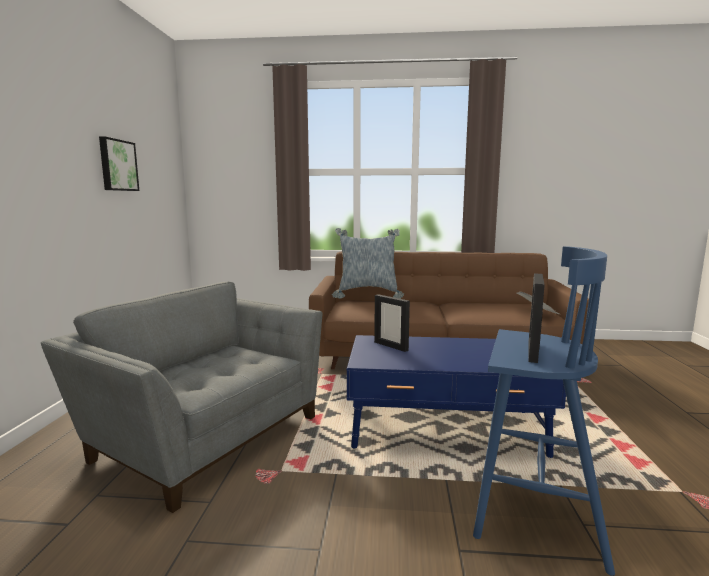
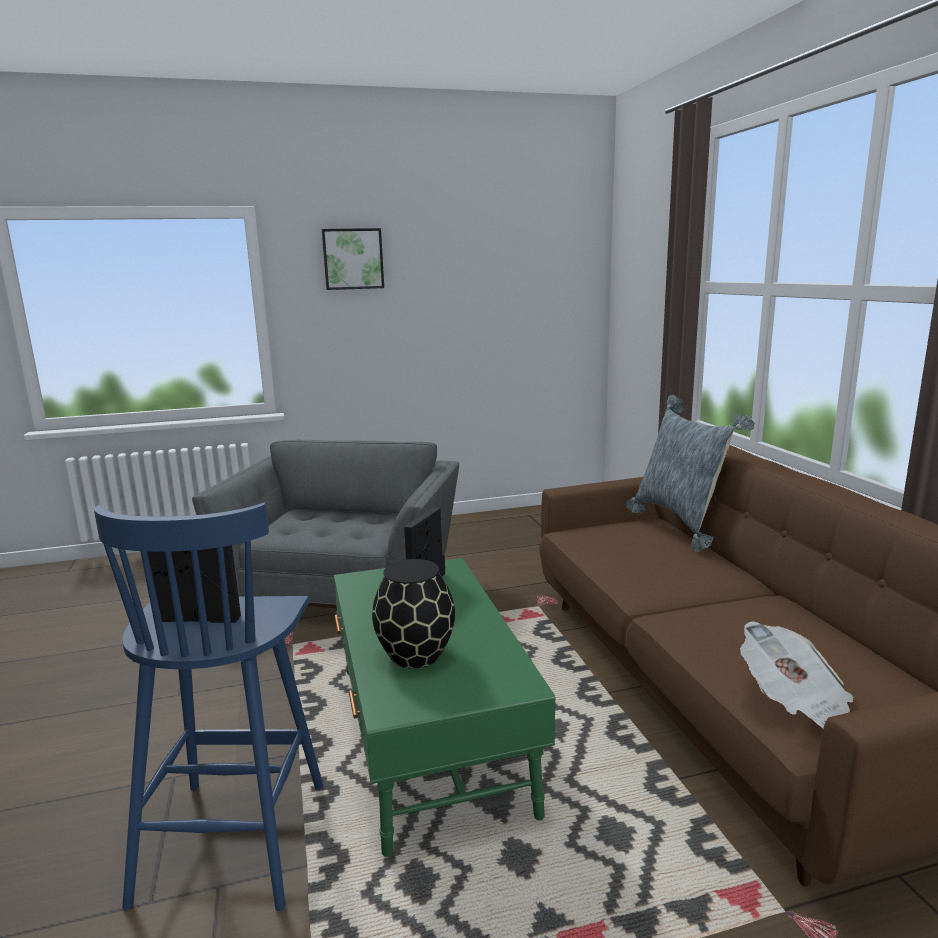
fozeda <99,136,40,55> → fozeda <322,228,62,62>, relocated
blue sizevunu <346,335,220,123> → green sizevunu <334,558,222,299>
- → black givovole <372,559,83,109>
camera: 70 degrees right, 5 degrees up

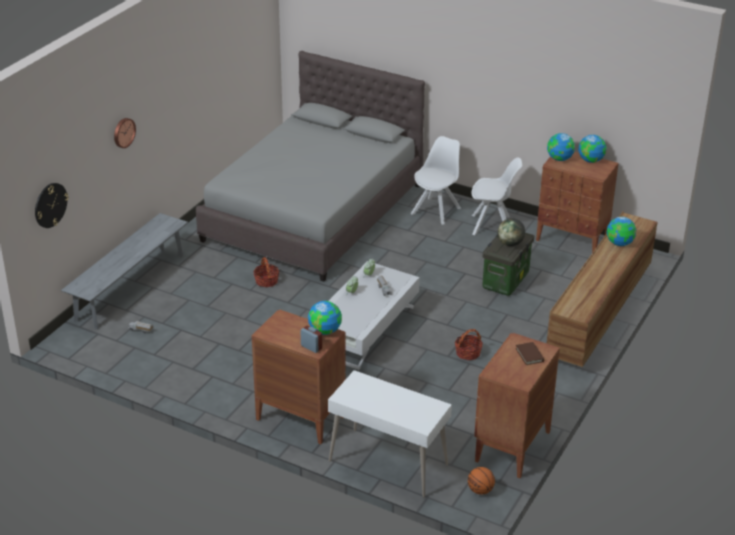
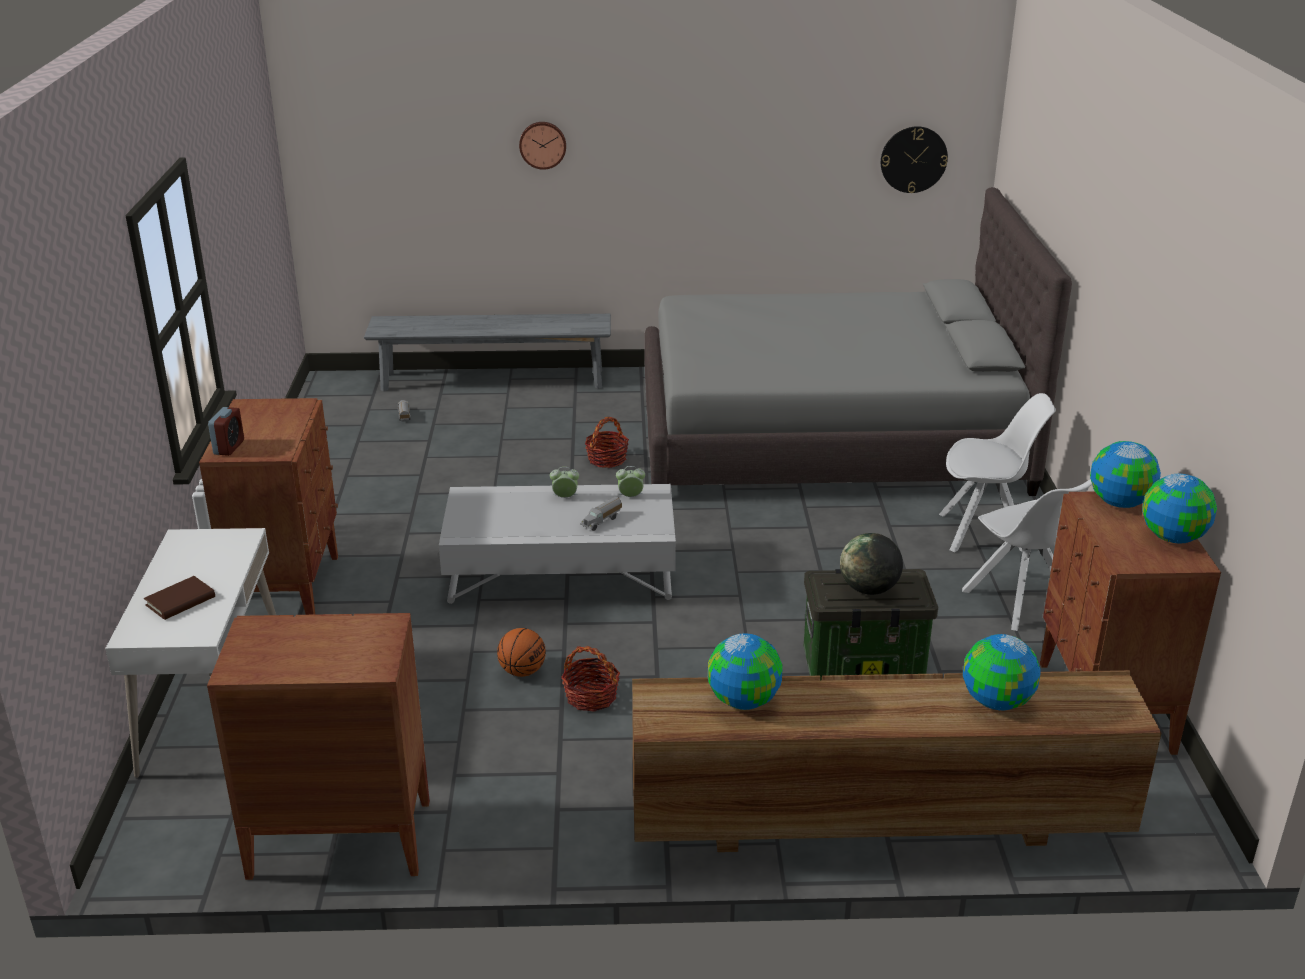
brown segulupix <515,342,29,23> → brown segulupix <144,576,71,44>, relocated
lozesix <468,467,27,28> → lozesix <497,628,49,49>, relocated
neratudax <308,301,34,34> → neratudax <708,633,74,77>, relocated
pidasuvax <35,183,33,45> → pidasuvax <881,126,67,67>, relocated
camera: 60 degrees right, 5 degrees down

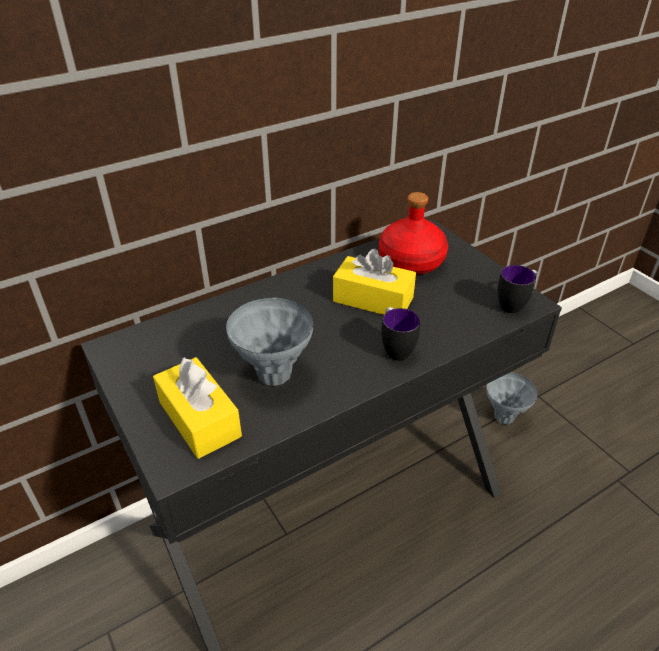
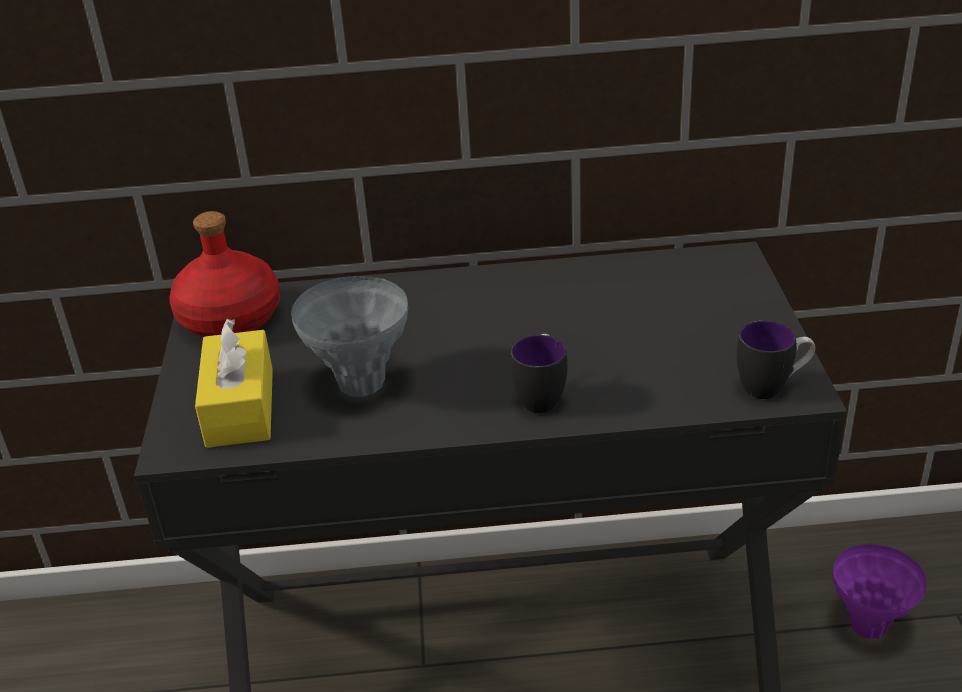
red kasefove <379,192,69,83> → red kasefove <169,211,111,126>, relocated
grey givovole <486,372,52,52> → purple givovole <833,544,94,95>
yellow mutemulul <333,249,83,66> → -
camera: 30 degrees right, 5 degrees down

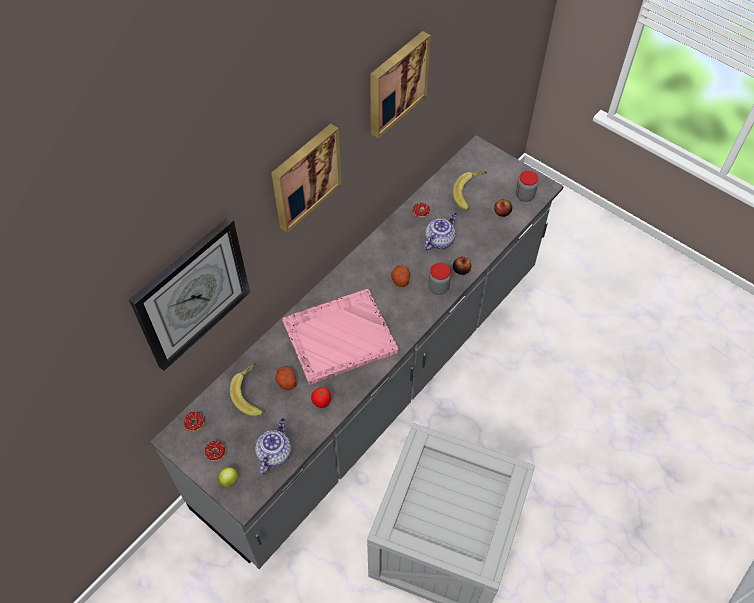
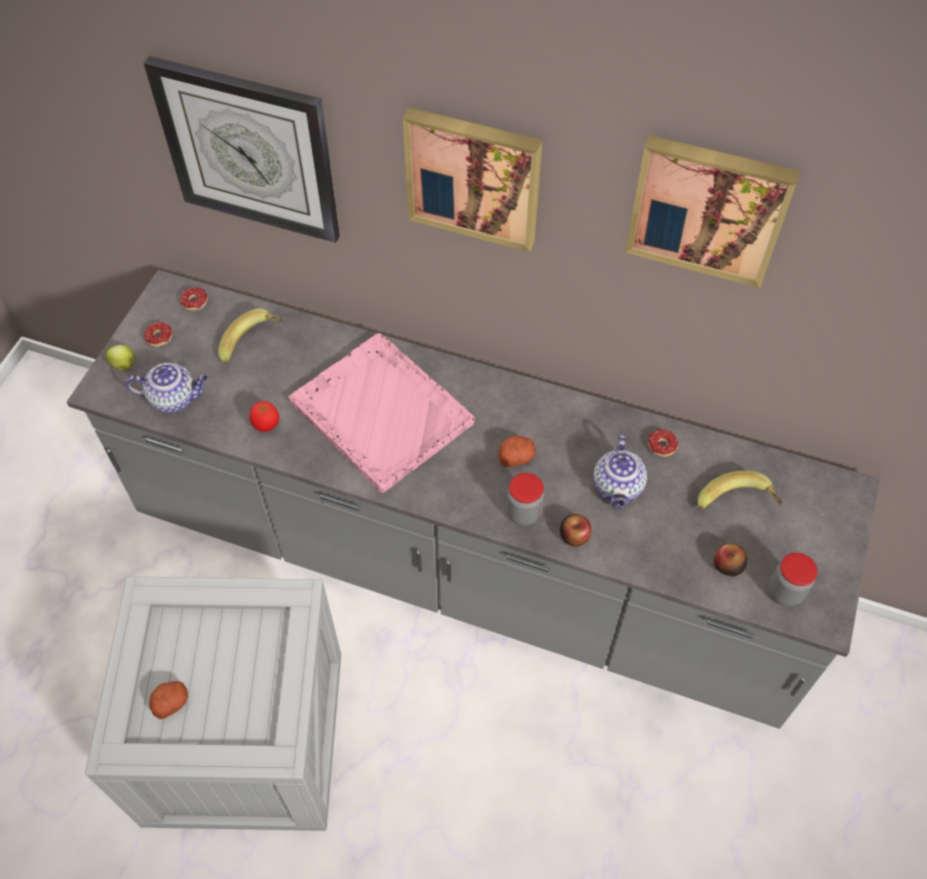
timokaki <275,366,21,24> → timokaki <149,681,39,38>, relocated
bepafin <424,212,33,38> → bepafin <593,434,54,75>, 75 degrees clockwise
camera: 70 degrees right, 0 degrees up

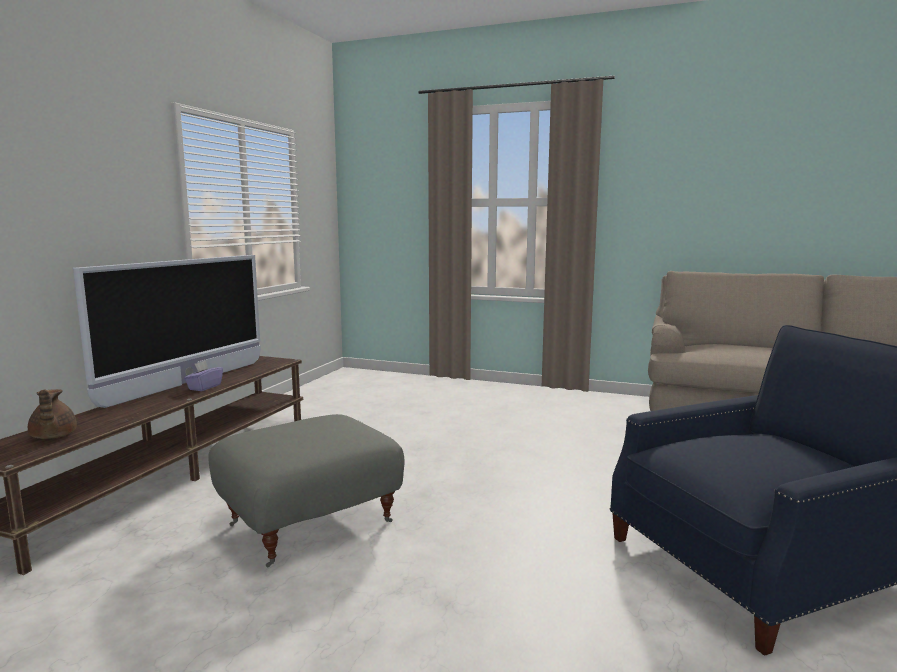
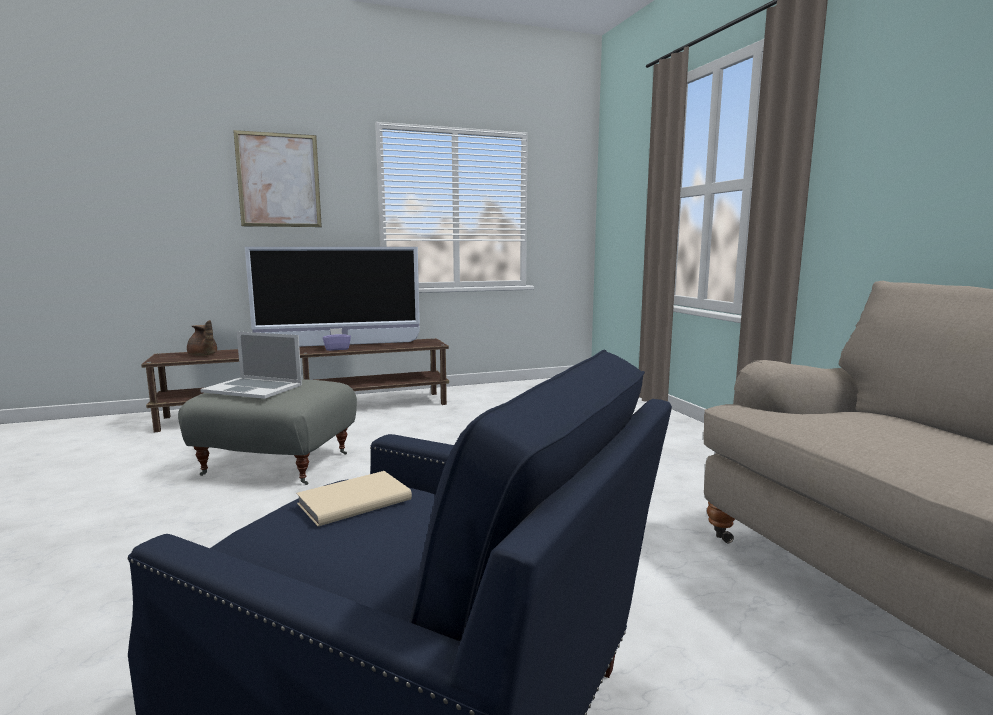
brown bepafin <28,389,49,50> → brown bepafin <187,320,30,36>, 75 degrees counterclockwise
- → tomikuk <200,332,102,67>
- → fozeda <233,130,89,97>
- → beige segulupix <296,471,116,55>
camera: 50 degrees right, 0 degrees up

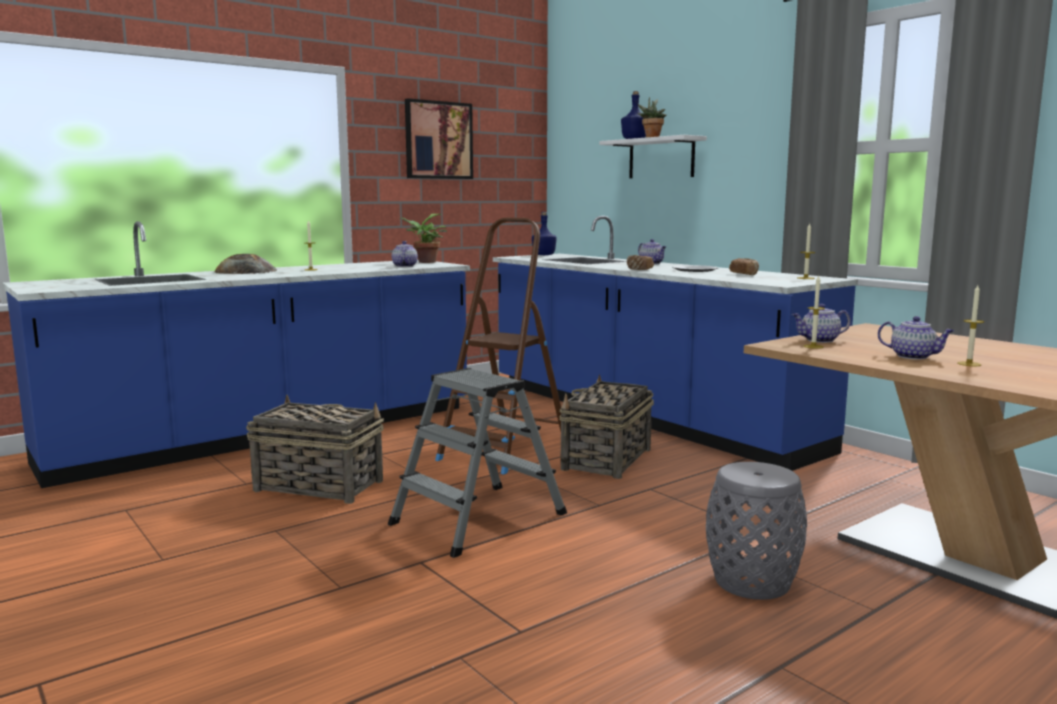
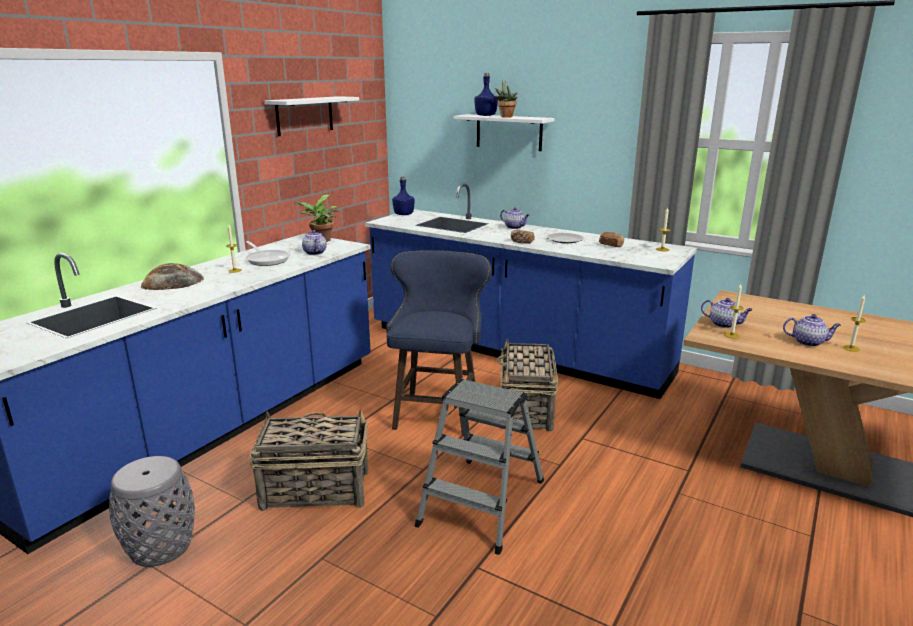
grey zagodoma <706,462,101,138> → grey zagodoma <109,456,86,111>, relocated
- → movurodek <246,241,44,25>
fozeda <405,98,68,81> → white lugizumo <265,96,94,40>
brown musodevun <435,218,126,256> → blue zagodoma <386,251,106,185>
bepafin <792,304,59,39> → bepafin <701,298,52,30>, 120 degrees counterclockwise
camera: 20 degrees left, 10 degrees up

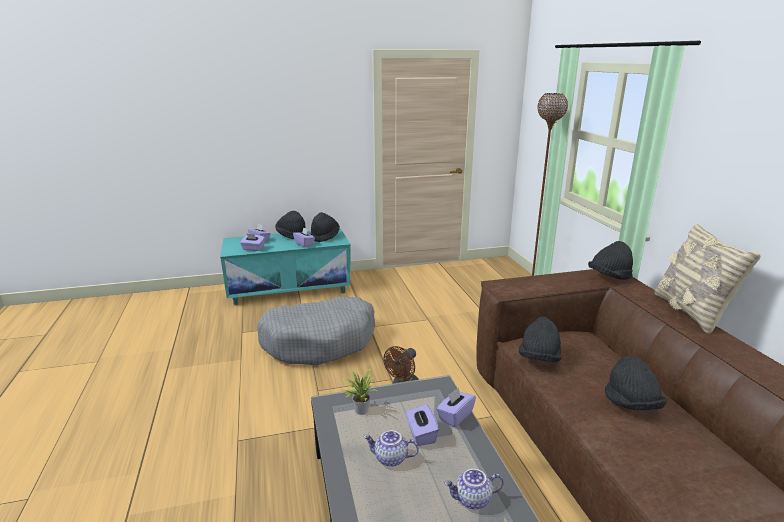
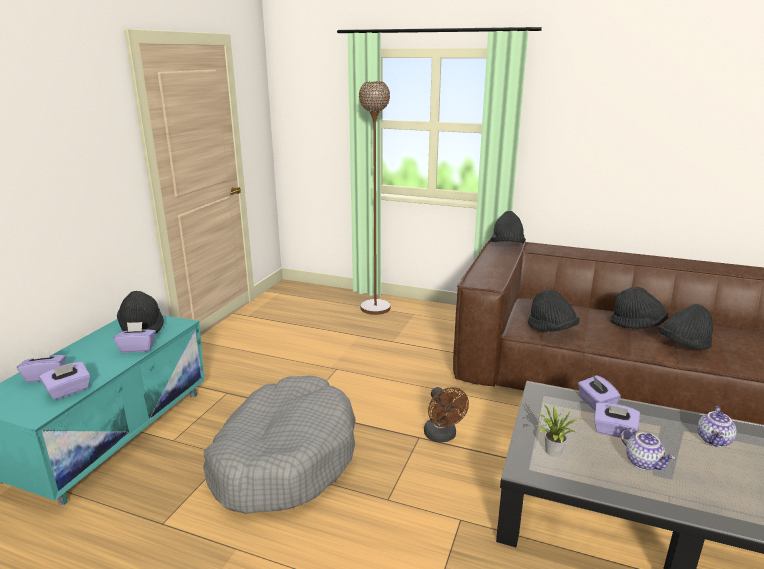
bepafin <364,431,55,36> → bepafin <620,427,55,43>, 75 degrees counterclockwise
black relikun <275,211,30,28> → black relikun <659,304,54,46>, relocated
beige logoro <654,224,107,110> → -
camera: 55 degrees left, 0 degrees up

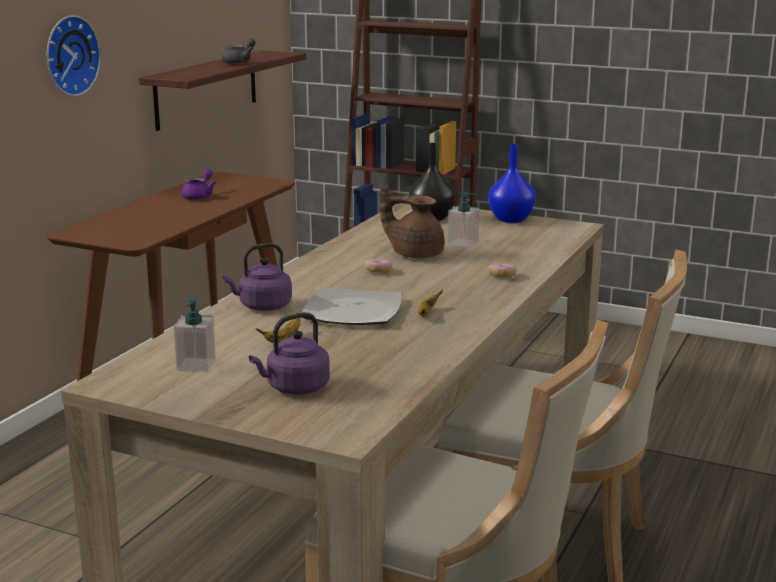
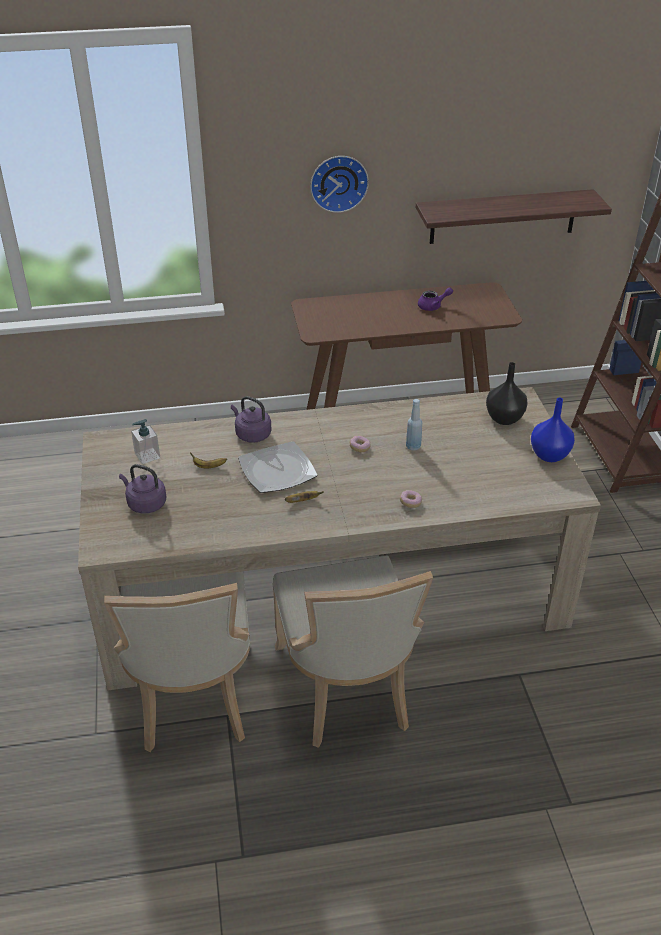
brown bepafin <380,183,65,75> → blue kasefove <406,399,16,51>
grey bepafin <222,38,34,26> → -
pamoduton <448,192,32,56> → -
camera: 55 degrees right, 20 degrees up

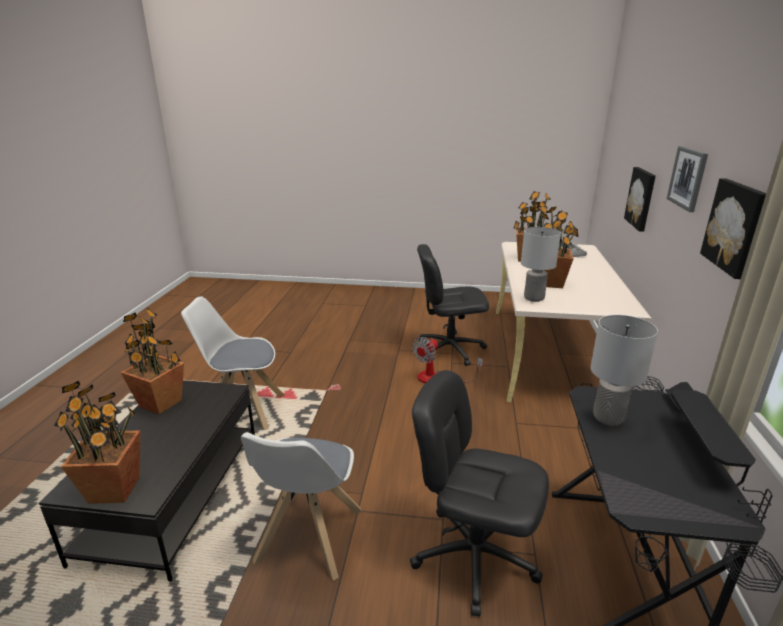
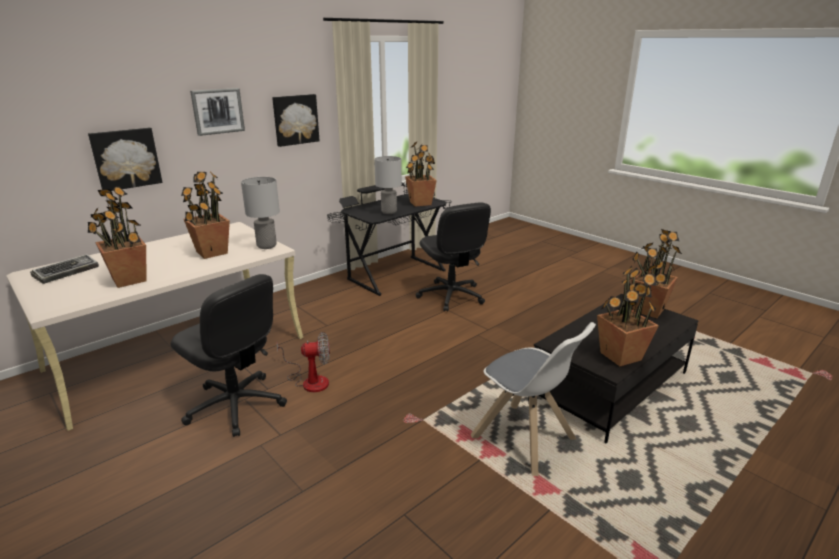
- → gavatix <405,142,32,65>
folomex <240,432,122,149> → -
camera: 140 degrees left, 0 degrees up

